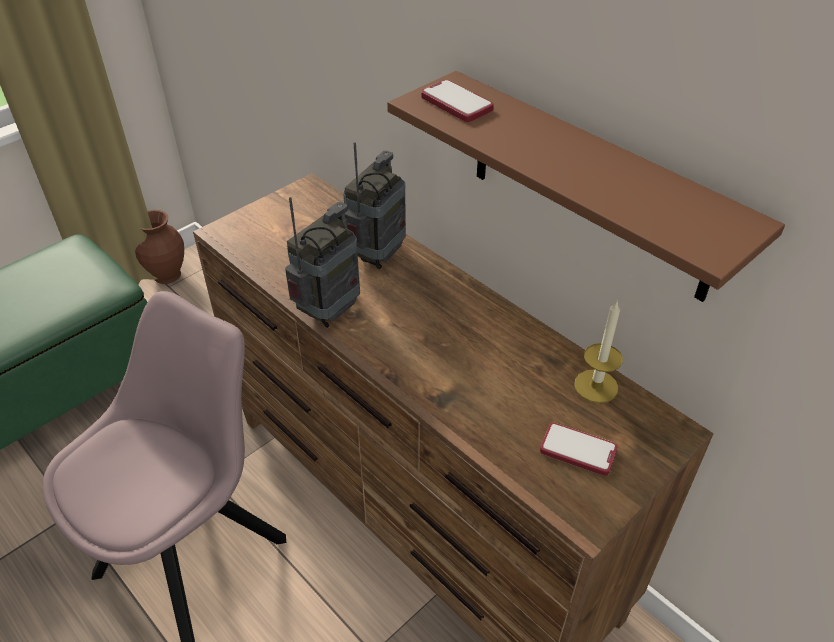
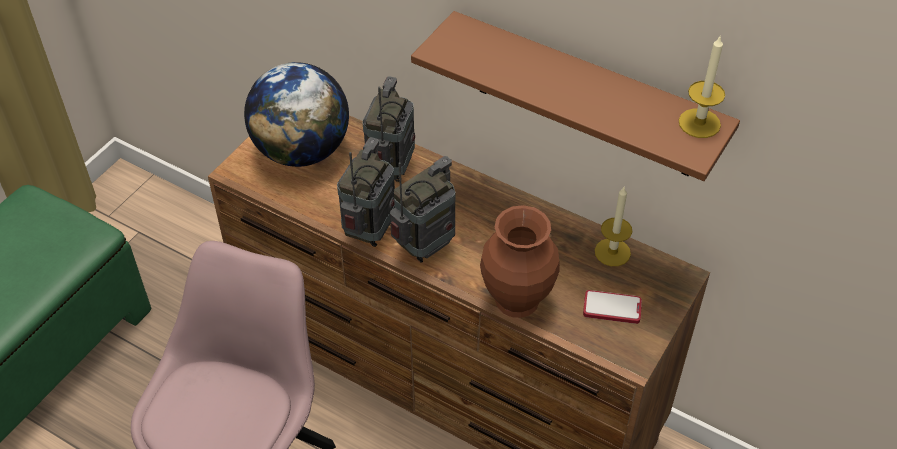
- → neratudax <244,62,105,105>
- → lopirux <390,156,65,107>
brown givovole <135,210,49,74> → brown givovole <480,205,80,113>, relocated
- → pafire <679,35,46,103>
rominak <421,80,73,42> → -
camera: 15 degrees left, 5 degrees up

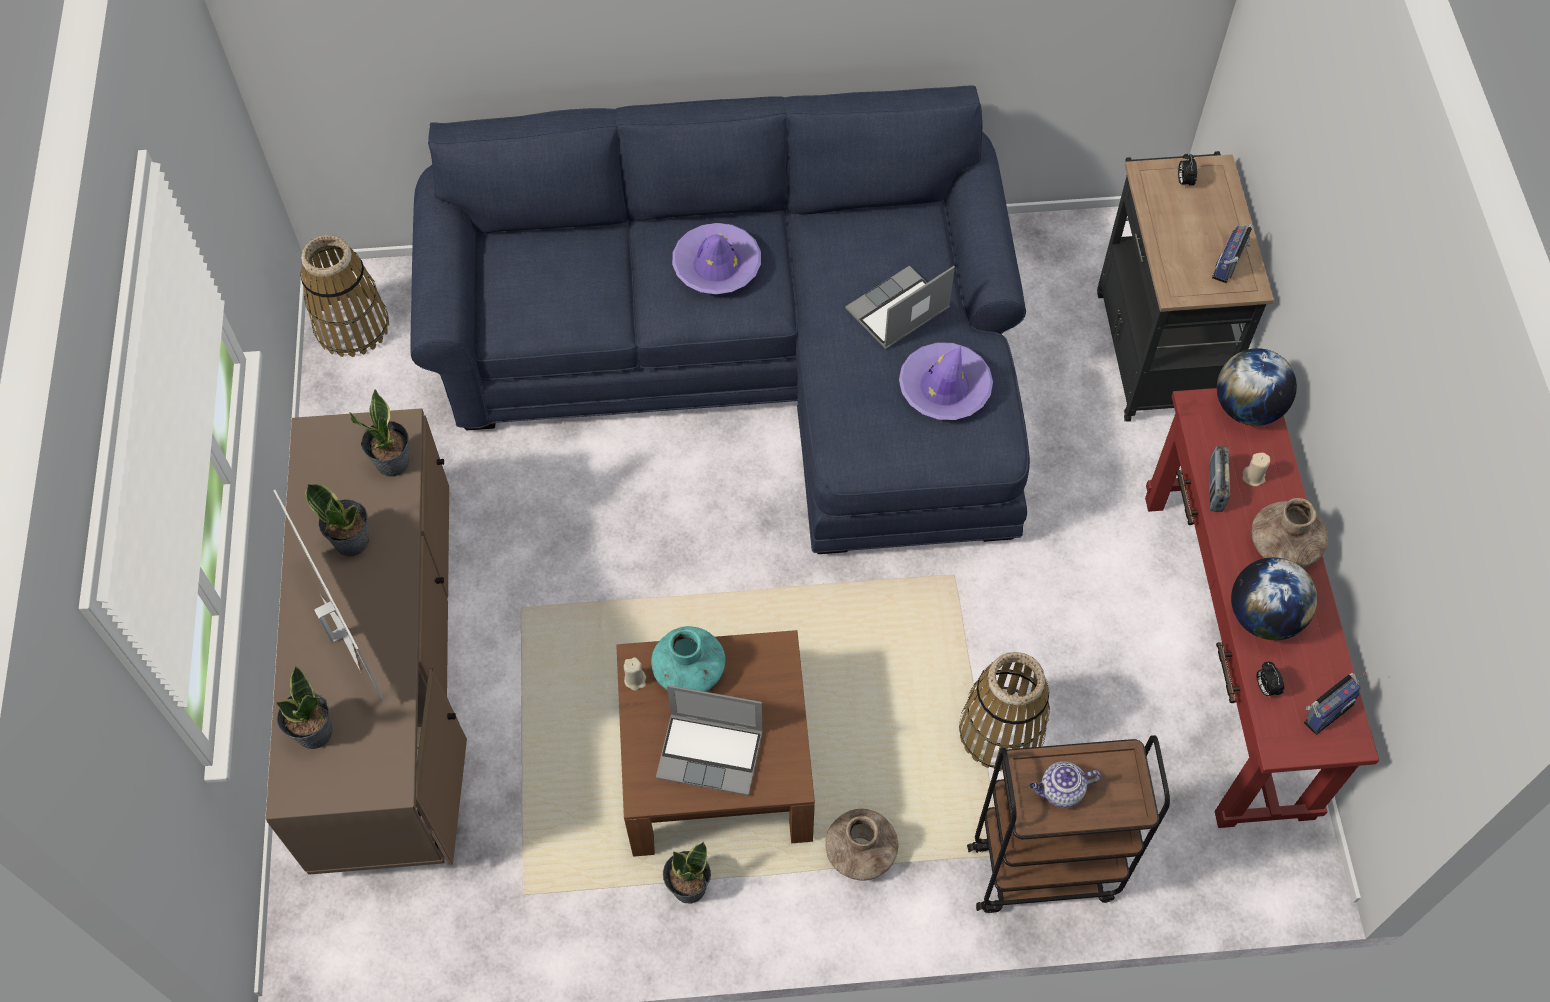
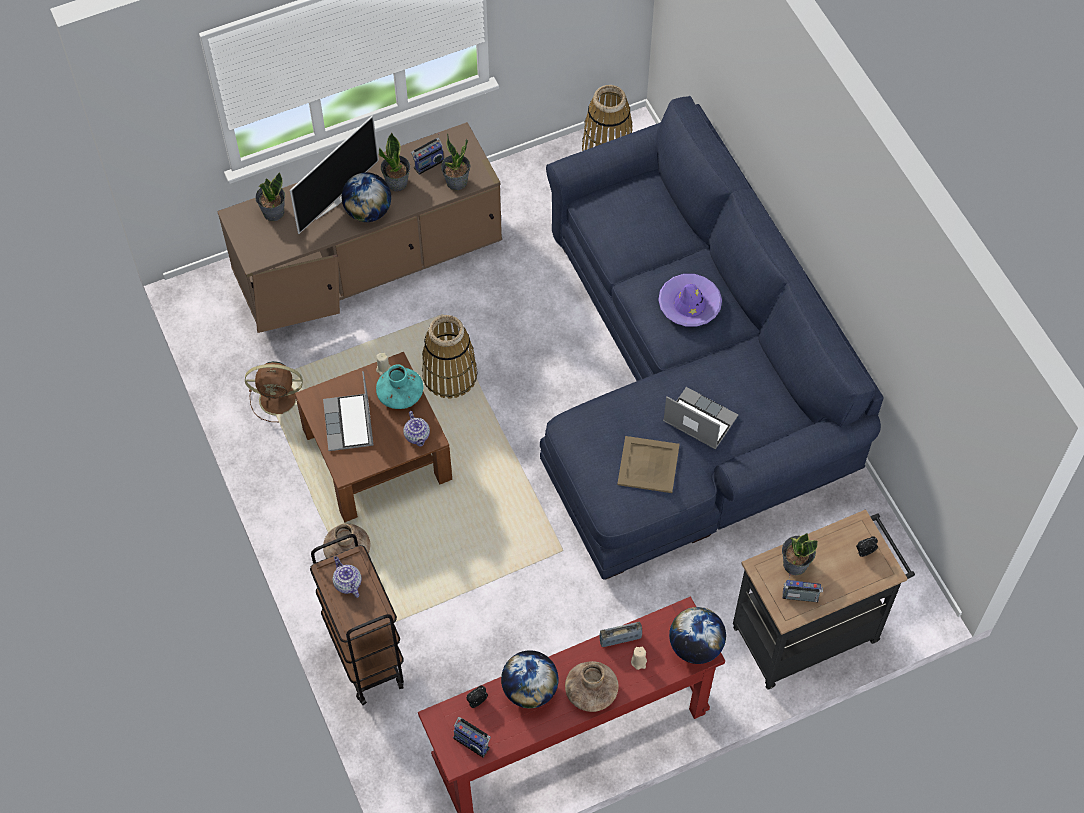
- → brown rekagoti <245,361,58,61>
- → neratudax <342,172,49,50>
- → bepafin <403,411,27,36>
- → lopirux <411,133,33,42>
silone <959,652,91,119> → silone <422,315,56,83>, relocated
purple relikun <899,342,94,78> → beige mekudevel <617,436,63,57>
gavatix <663,842,48,62> → gavatix <782,533,36,42>, relocated
camera: 70 degrees right, 0 degrees up

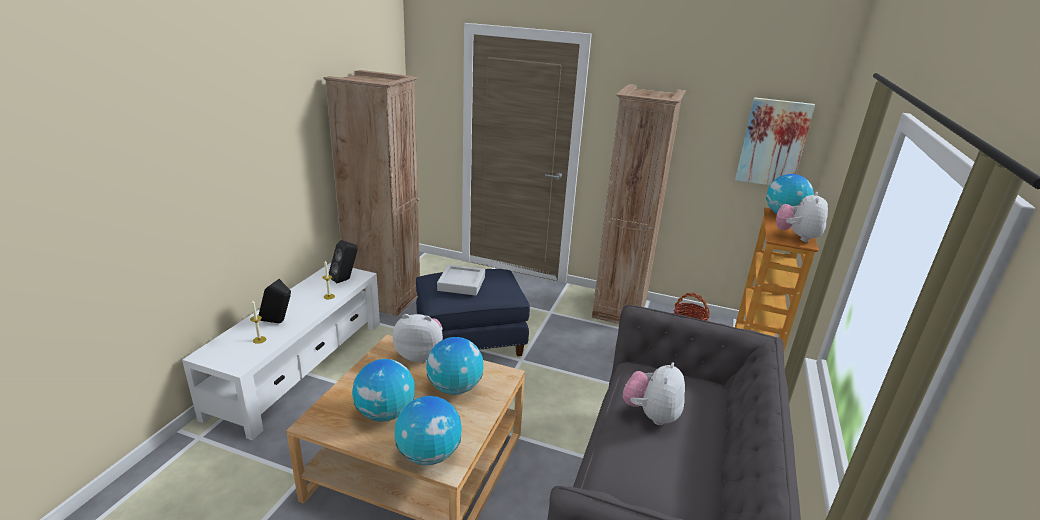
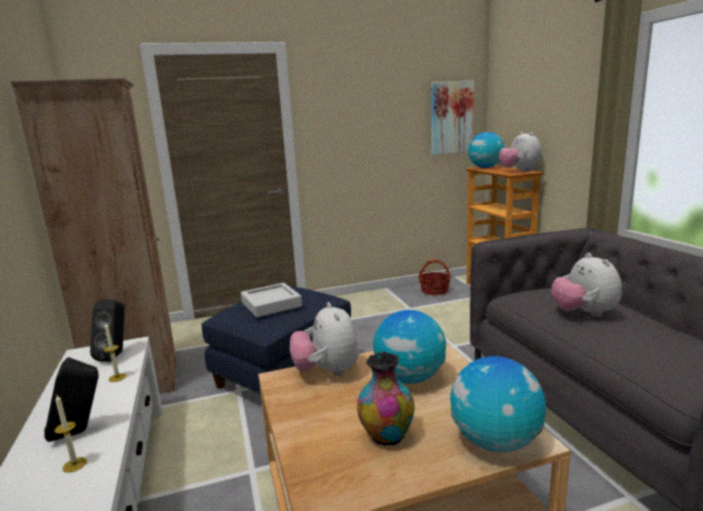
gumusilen <392,314,51,49> → gumusilen <290,302,69,74>, 75 degrees counterclockwise
neratudax <352,359,63,63> → givovole <357,352,57,94>
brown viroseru <591,84,95,240> → -
camera: 35 degrees left, 10 degrees down

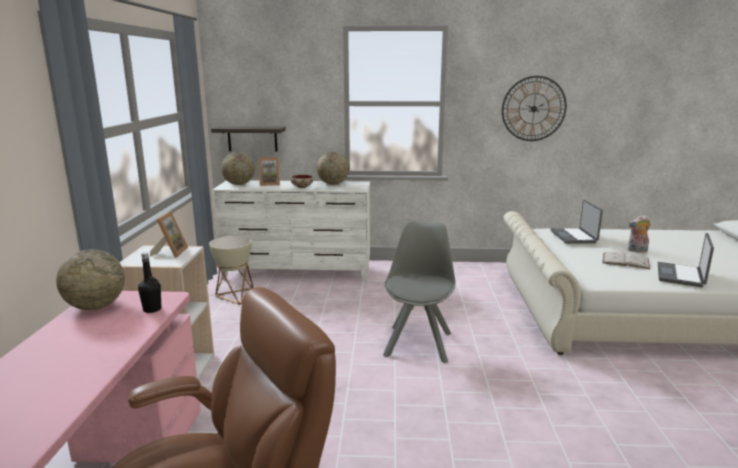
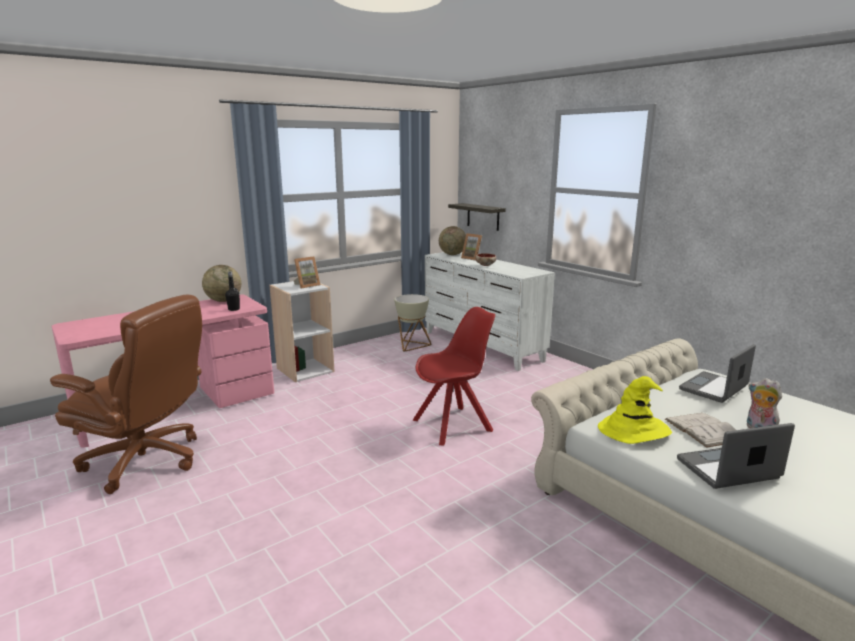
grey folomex <383,221,72,142> → red folomex <413,307,82,139>
- → yellow relikun <598,376,74,68>
neratudax <317,152,32,33> → -
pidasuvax <502,76,65,65> → -
camera: 50 degrees right, 0 degrees up

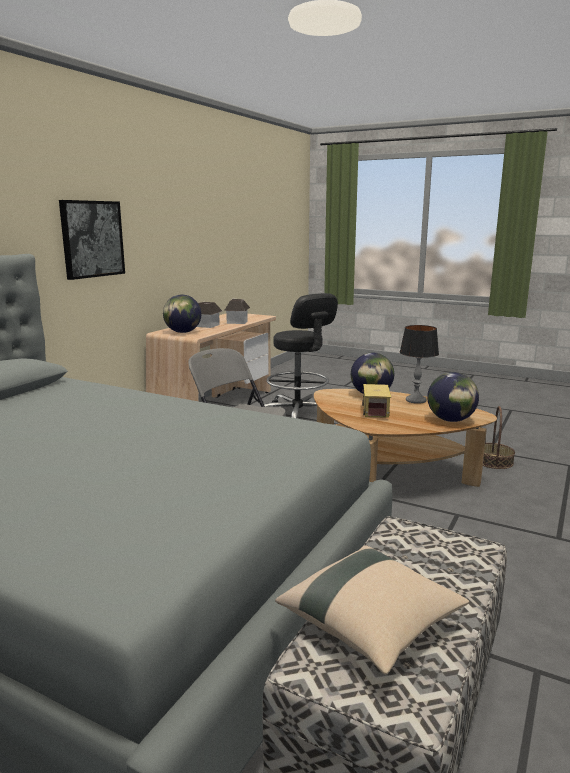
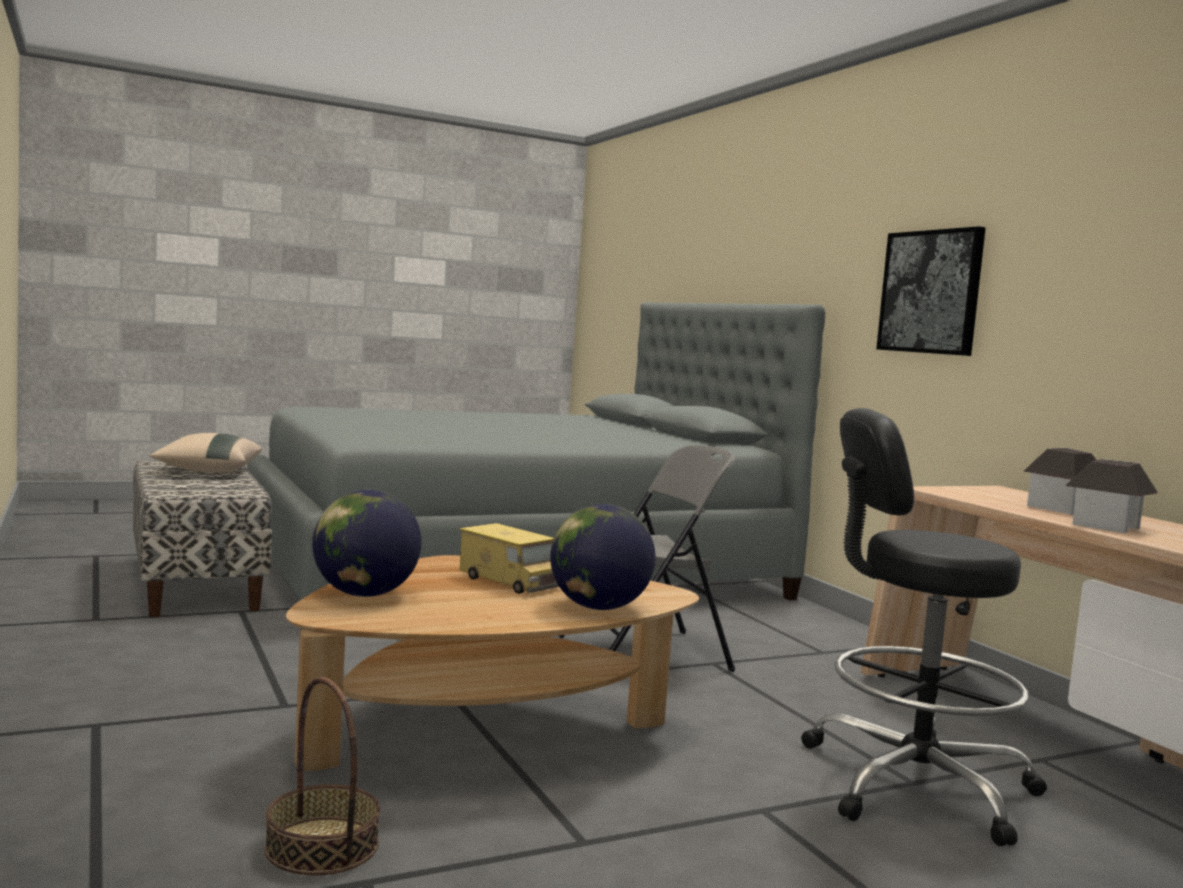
neratudax <163,295,38,38> → -
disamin <400,325,39,79> → -
camera: 125 degrees right, 10 degrees down

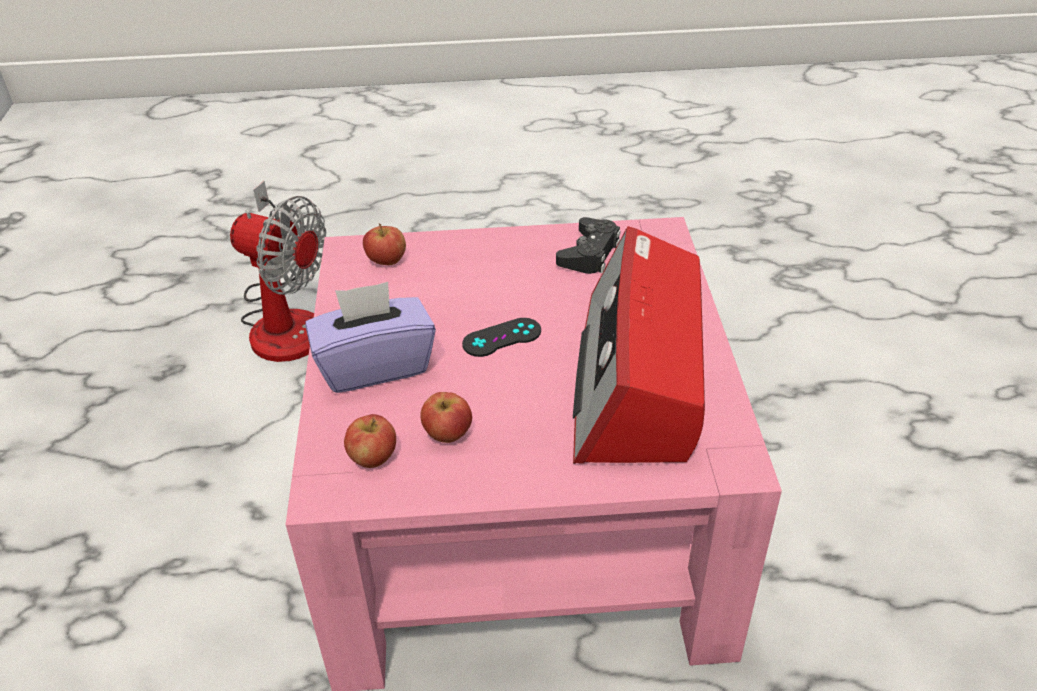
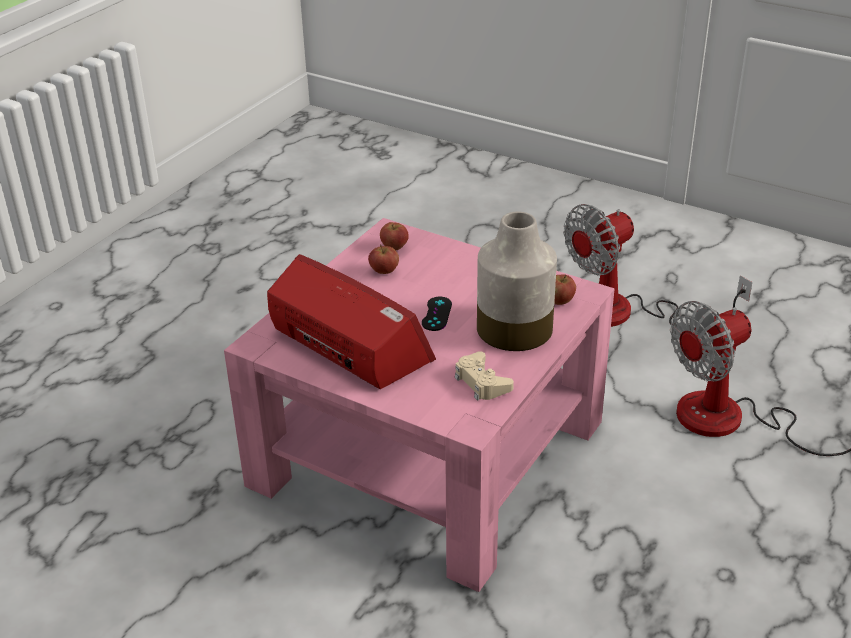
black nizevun <556,217,64,57> → beige nizevun <455,351,59,50>
- → beige givovole <477,212,80,139>
- → rekagoti <563,204,189,123>
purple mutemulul <305,282,131,111> → -
camera: 125 degrees right, 5 degrees down

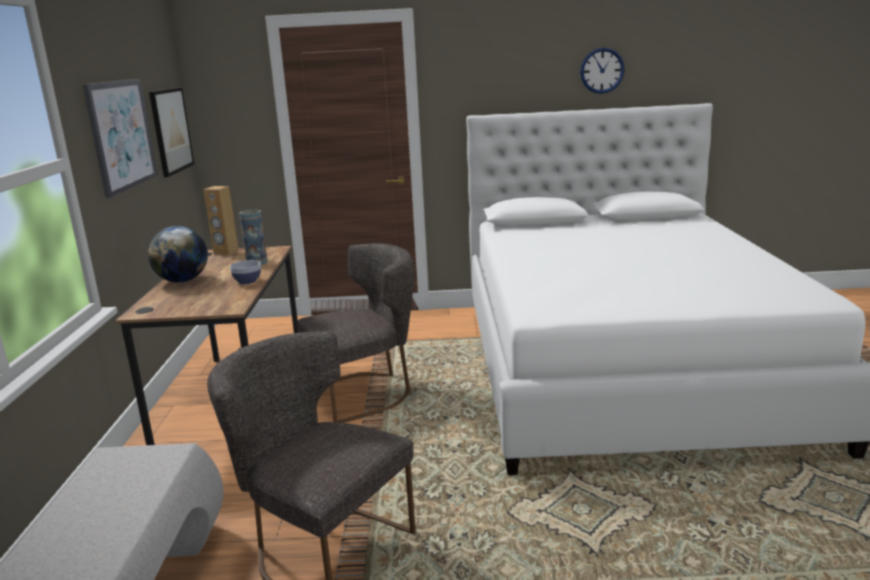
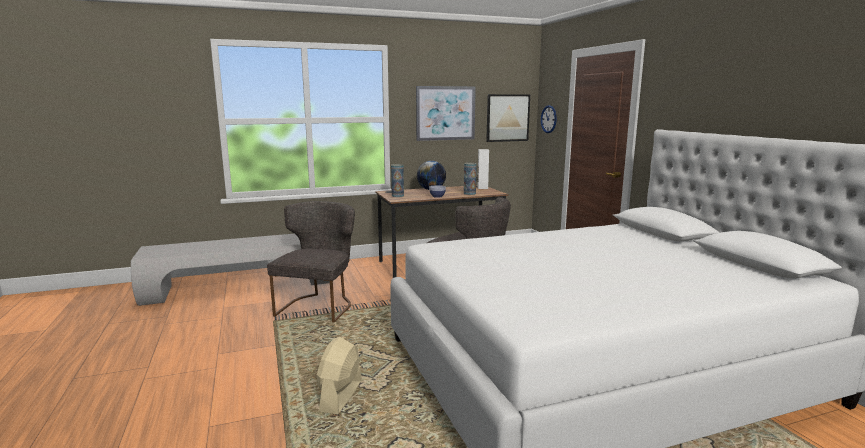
- → beige rekagoti <317,337,45,77>
- → givovole <391,164,13,33>
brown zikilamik <203,186,36,69> → white zikilamik <477,149,12,40>
pidasuvax <580,48,45,46> → pidasuvax <541,105,16,28>, relocated
camera: 70 degrees right, 5 degrees down

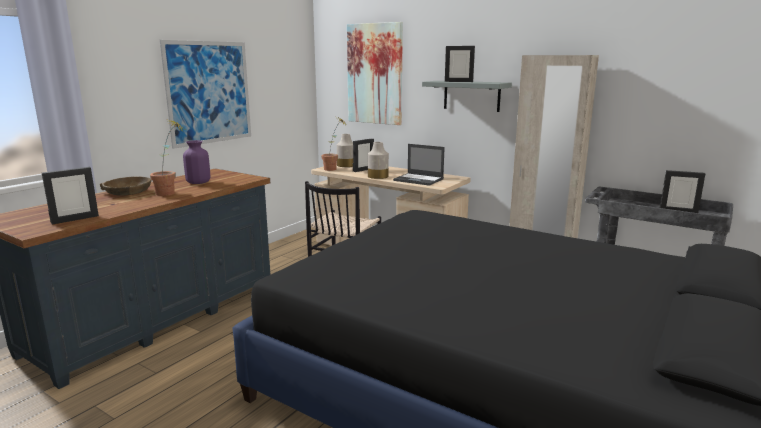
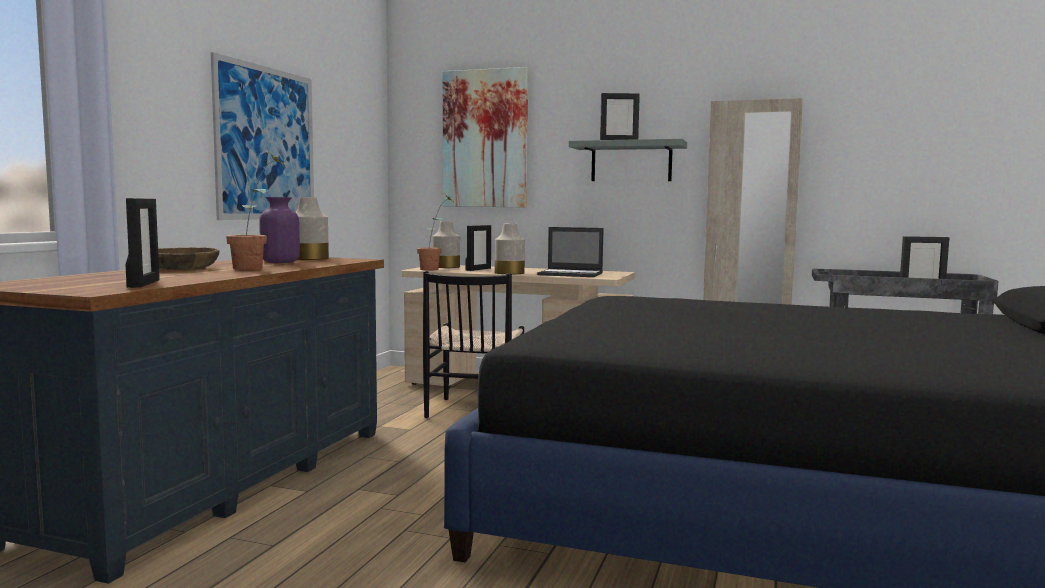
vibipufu <42,167,57,58> → vibipufu <125,198,35,90>, 45 degrees counterclockwise
- → beige givovole <295,197,34,63>
camera: 15 degrees left, 10 degrees down

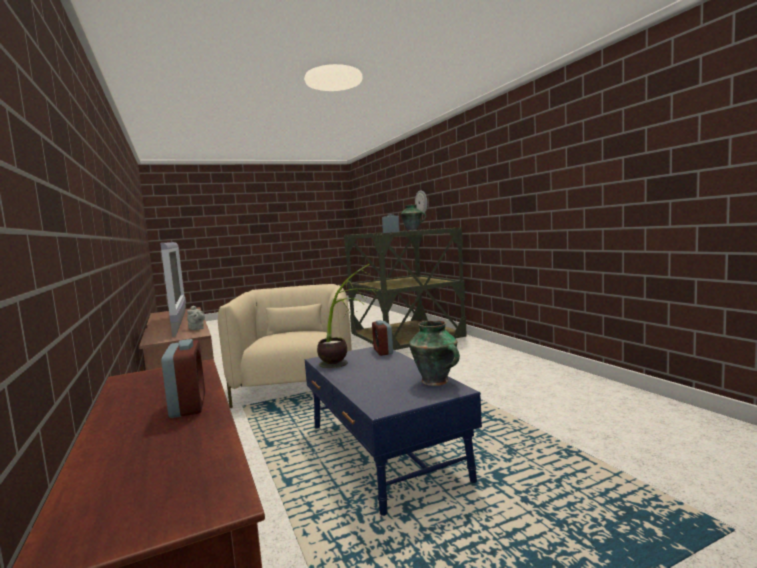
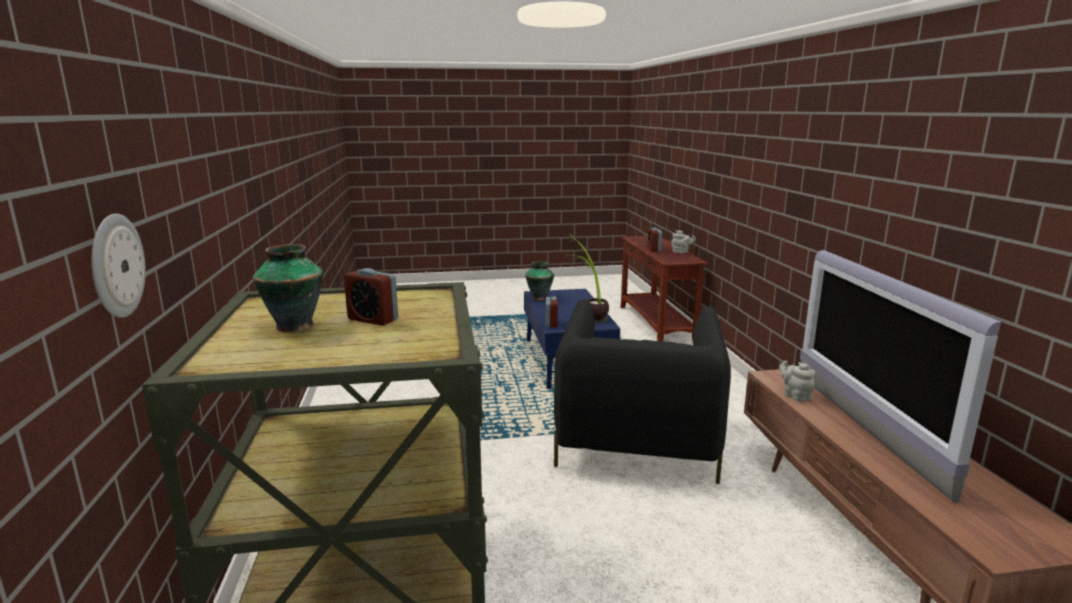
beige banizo <218,284,134,124> → black banizo <554,300,177,184>
- → grey bepafin <671,230,25,23>
camera: 165 degrees left, 10 degrees up

